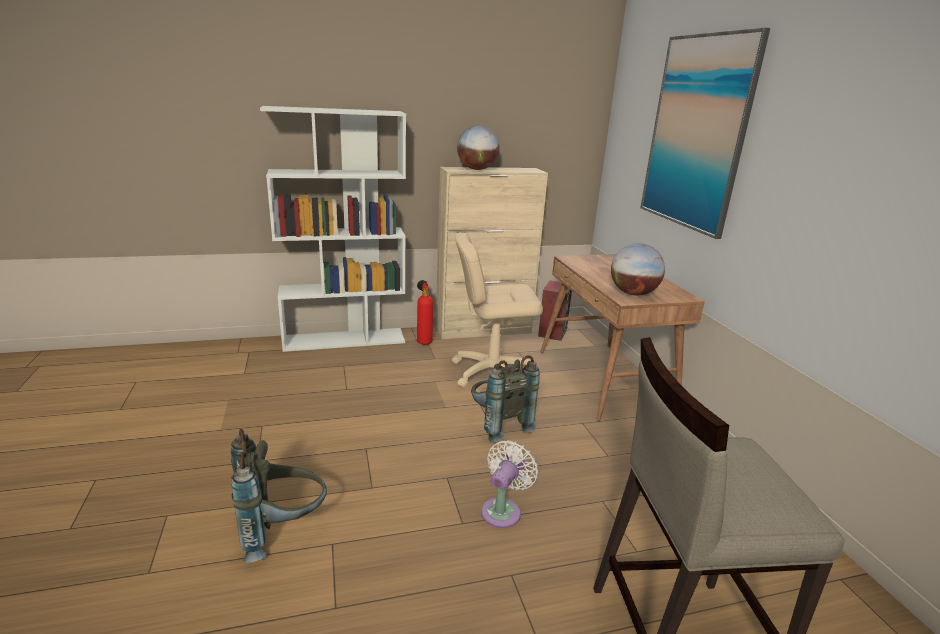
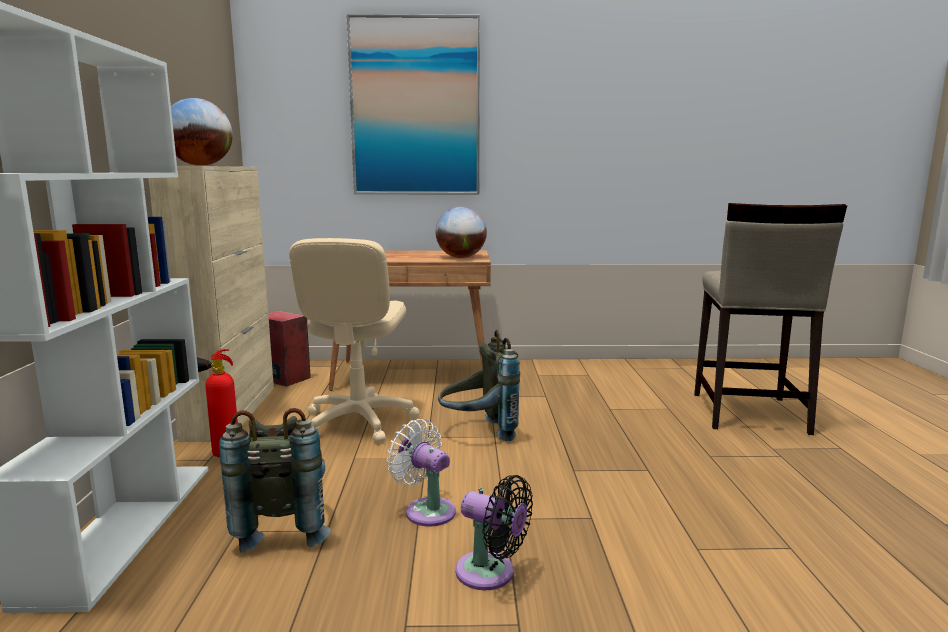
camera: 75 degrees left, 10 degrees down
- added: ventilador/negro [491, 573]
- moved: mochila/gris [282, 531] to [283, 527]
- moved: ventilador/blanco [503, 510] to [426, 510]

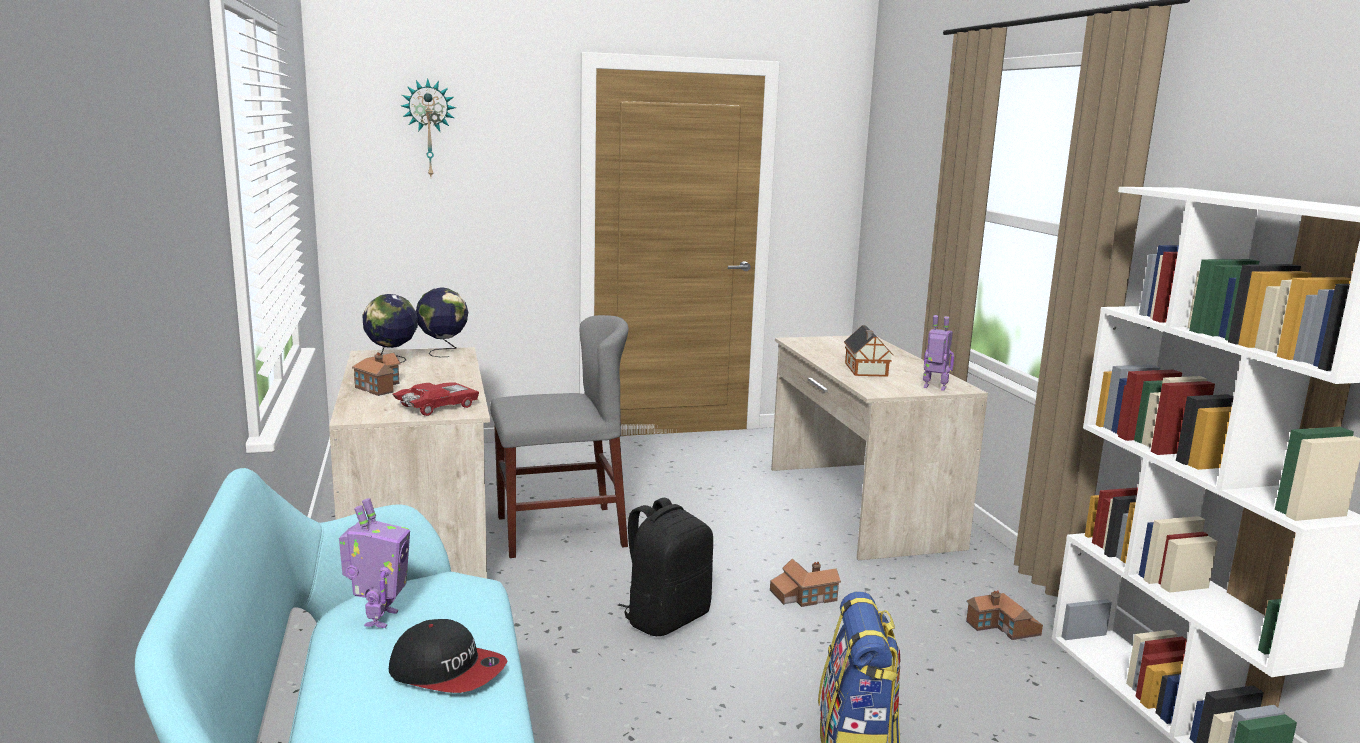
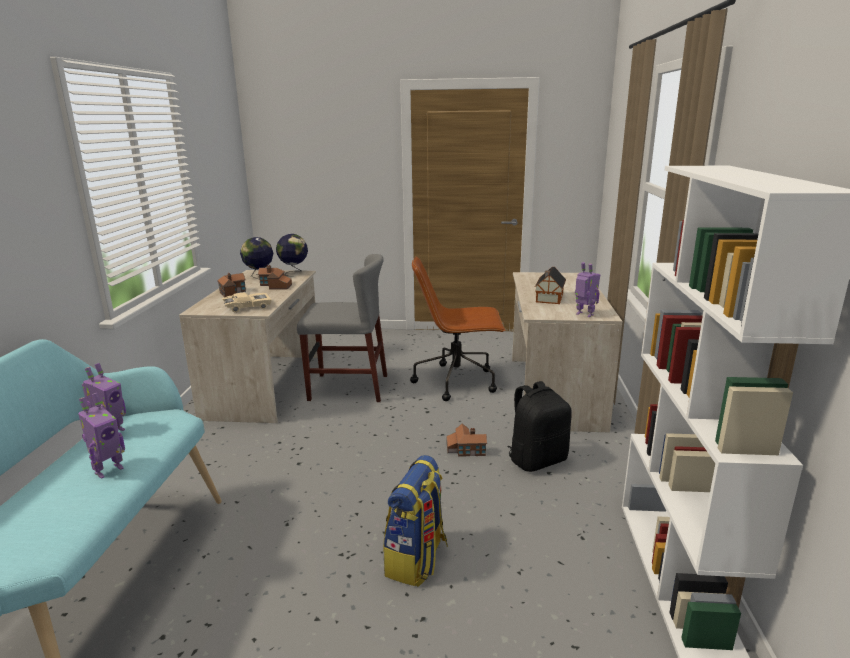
camera: 20 degrees right, 5 degrees up
- removed: reloj de pared [429, 129]
- added: silla de oficina/marrón [457, 381]
- moved: mochila/negro [666, 618] to [537, 460]
- moved: casita [1003, 628] to [275, 286]
- replaced: gorra [448, 671] to robot de juguete [108, 470]
- recoloured: coche de juguete/rojo [436, 406] to coche de juguete/beis [247, 307]

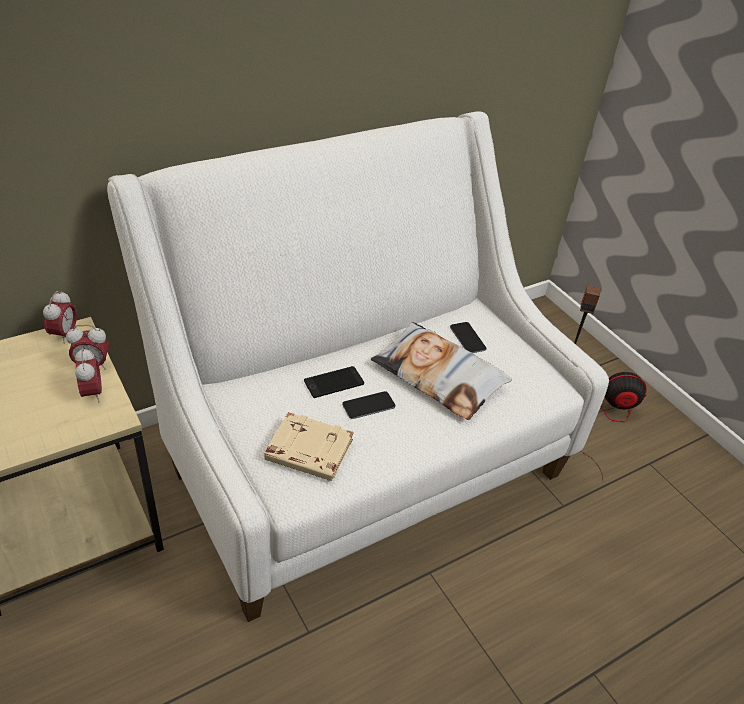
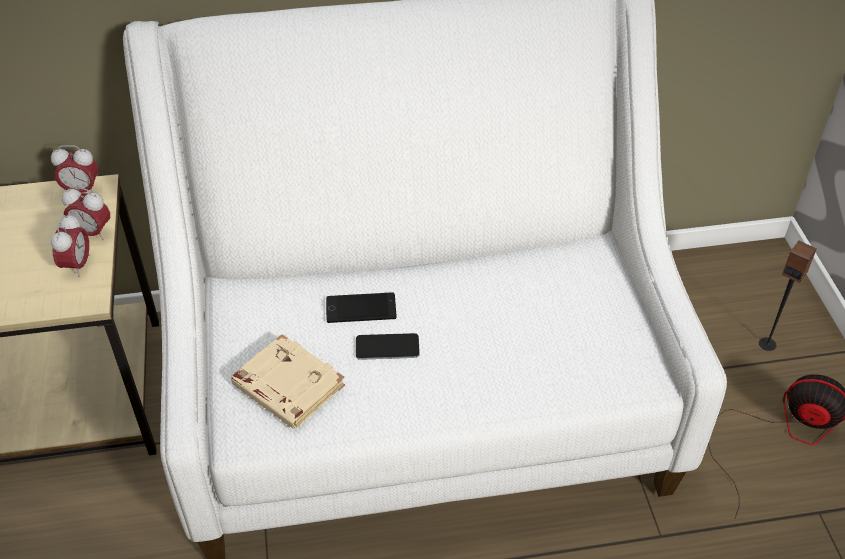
camera: 25 degrees right, 5 degrees up
- removed: cojín [439, 376]
- removed: móvil [467, 338]
- turned: despertador [64, 335] = [82, 191] 60 degrees clockwise

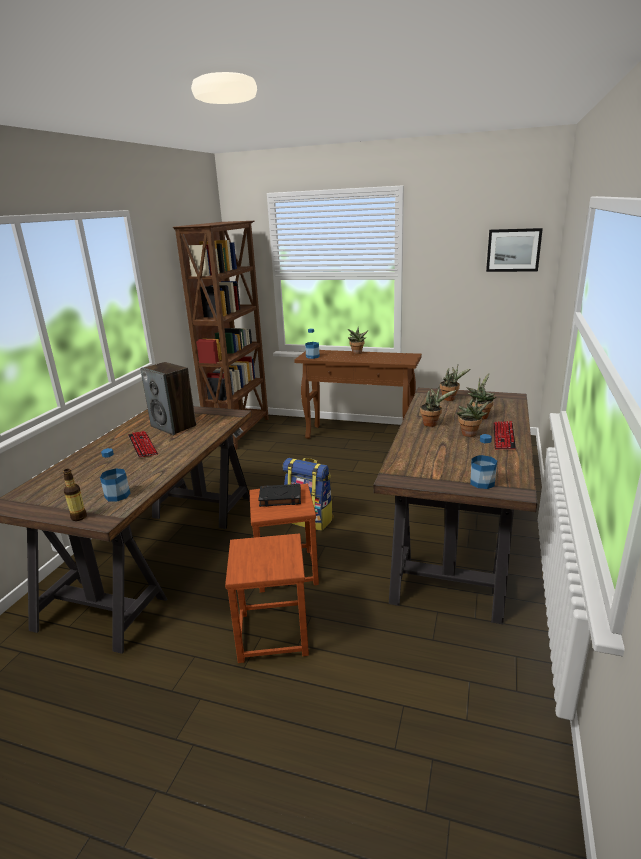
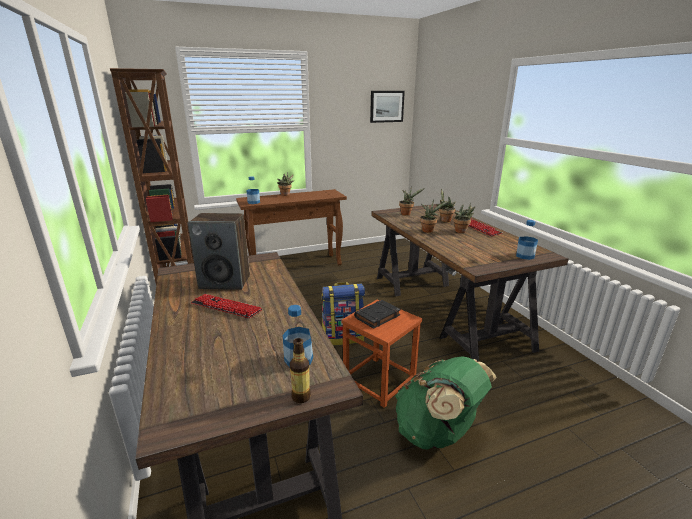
camera: 40 degrees left, 0 degrees up
- replaced: taburete/marrón [272, 634] to mochila/verde [437, 432]

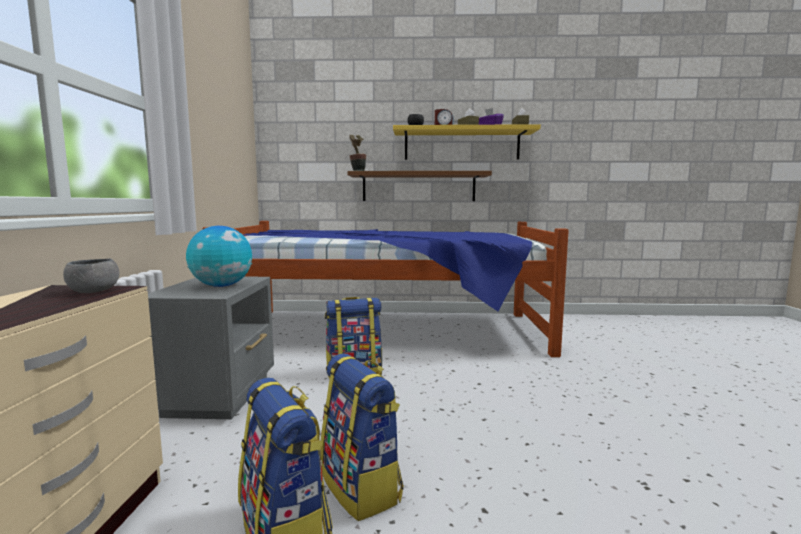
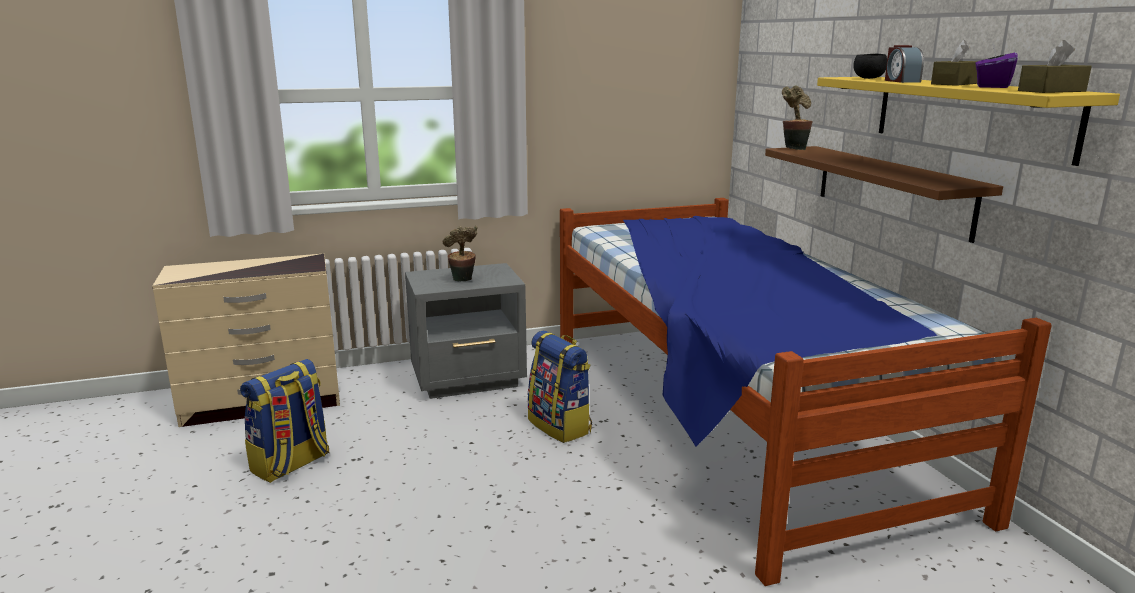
camera: 70 degrees right, 10 degrees up
- removed: cuenco/gris [93, 292]
- removed: mochila [362, 487]
- replaced: globo terráqueo [222, 286] to planta en maceta [463, 281]

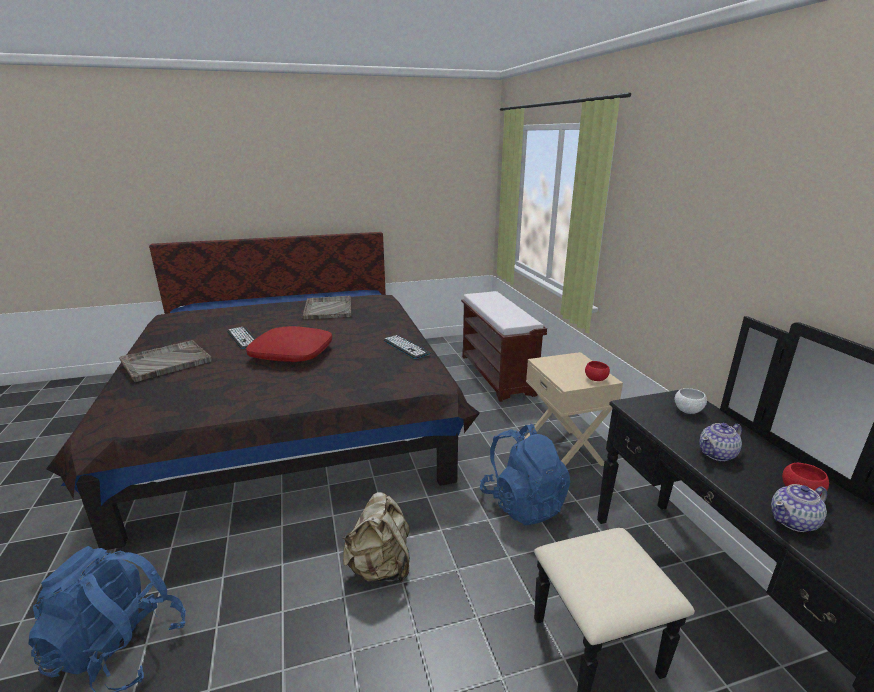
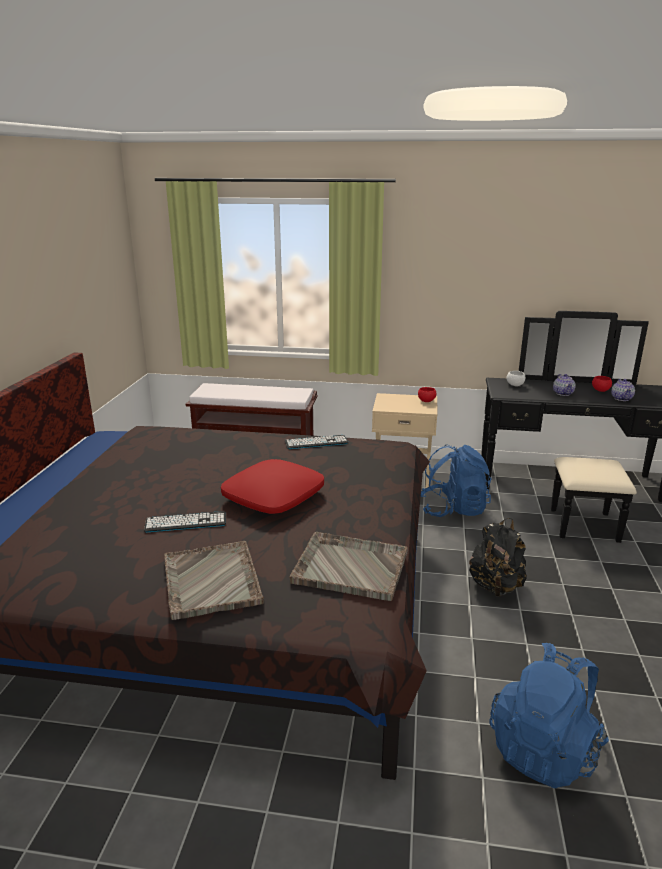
camera: 65 degrees left, 0 degrees up
- moved: bandeja/gris [328, 309] to [349, 567]
- recoloured: mochila/beis [380, 567] to mochila/negro [496, 586]

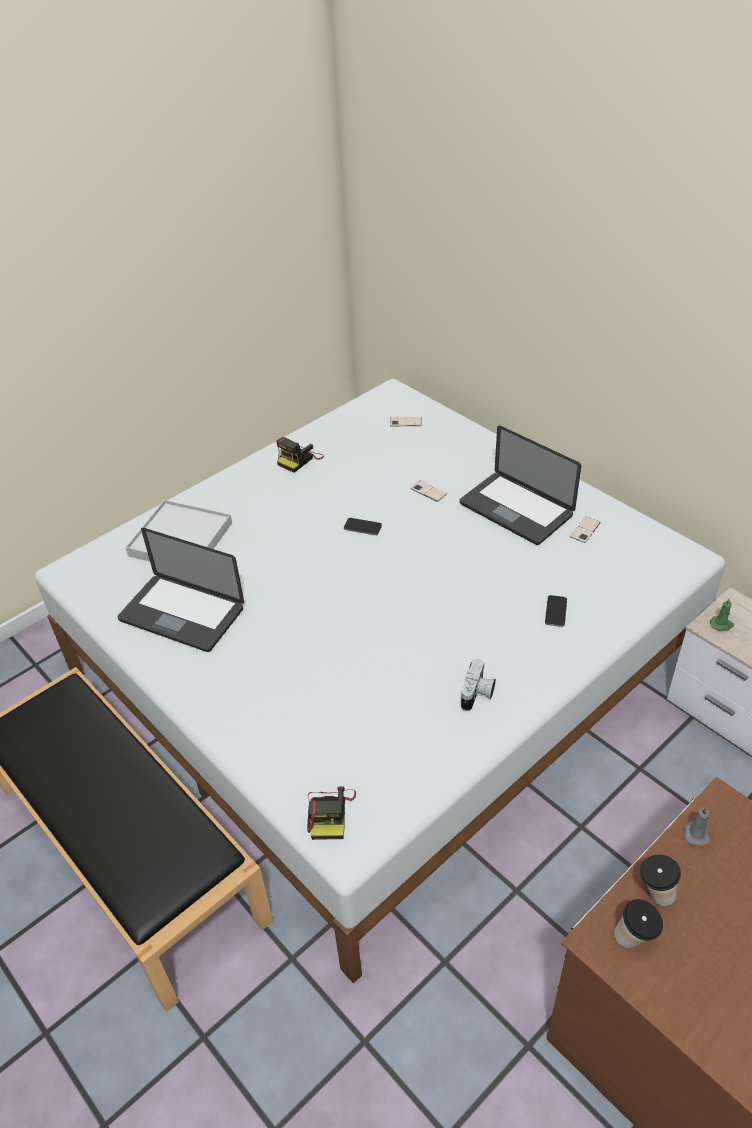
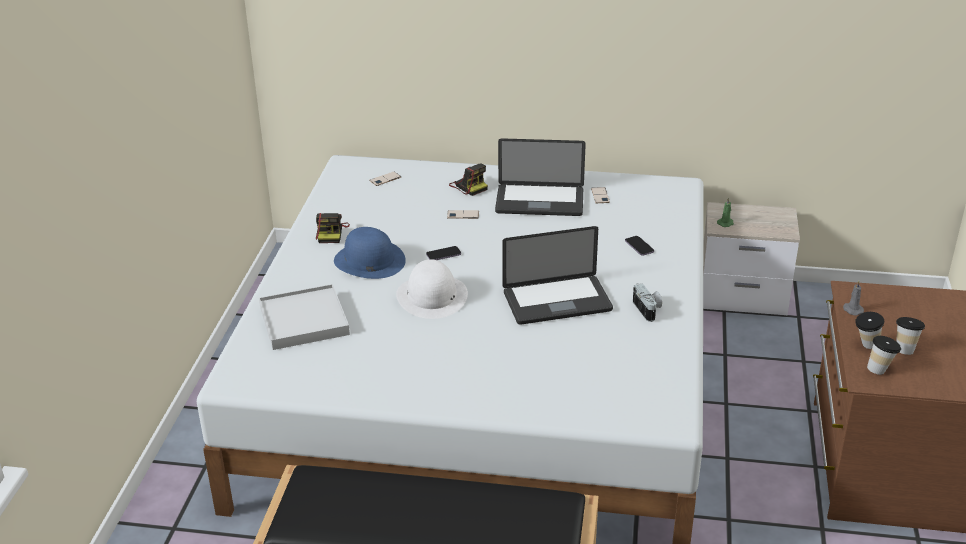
camera: 40 degrees left, 10 degrees down
- added: sombrero/azul [369, 260]
- added: sombrero/blanco [432, 296]
- added: taza [904, 349]
- moved: portátil [182, 614] to [557, 301]
- moved: cámara [330, 813] to [468, 186]

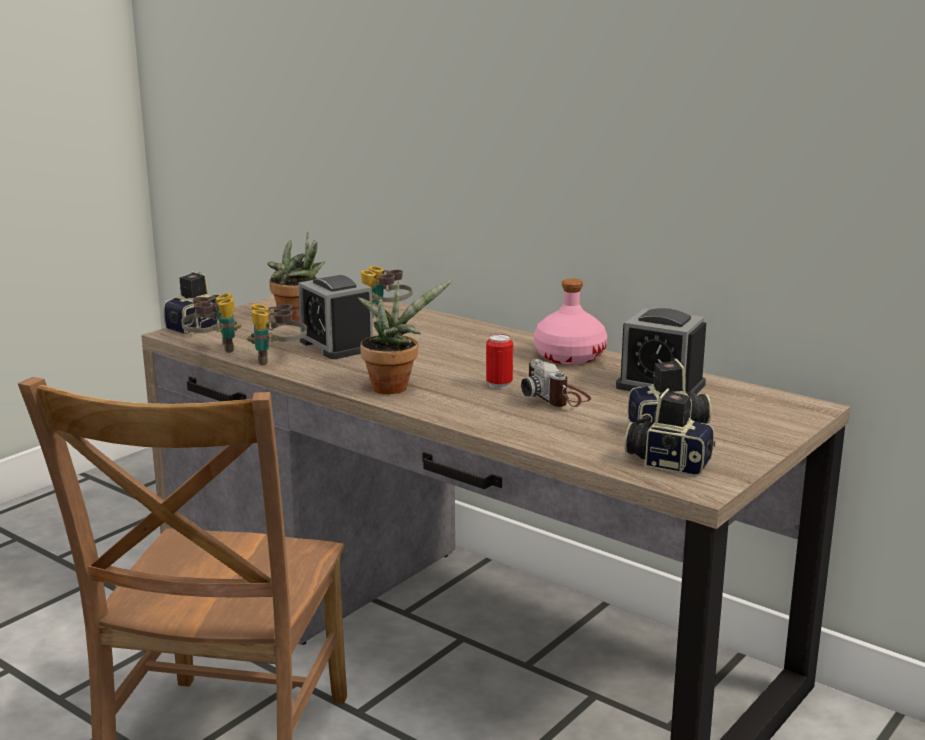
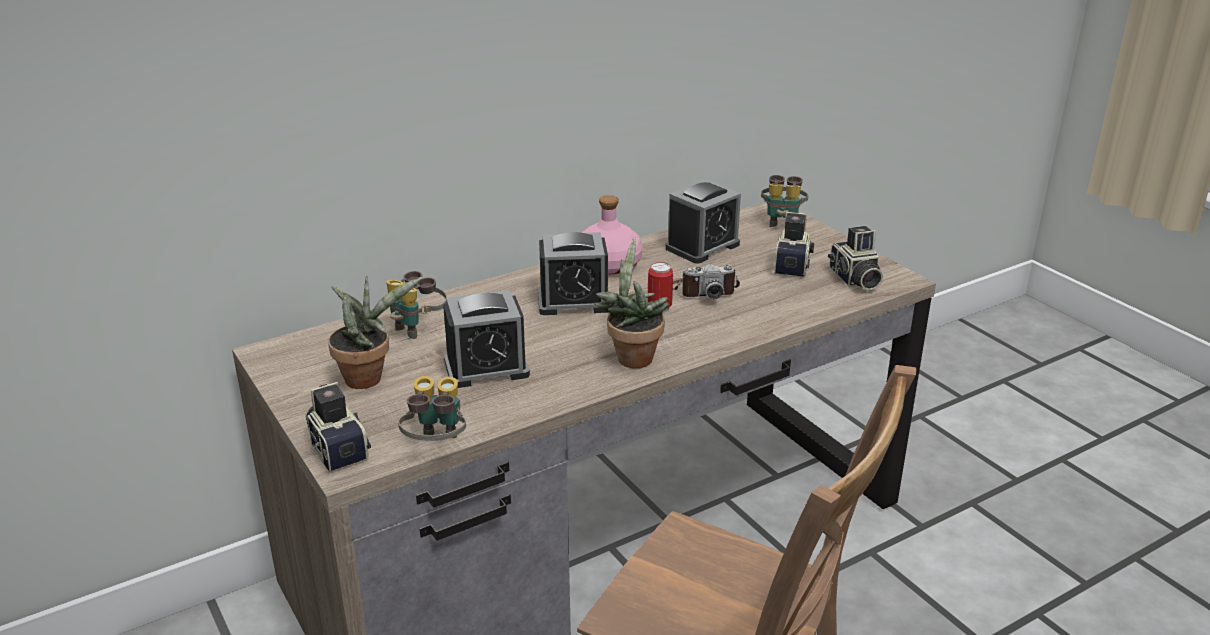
camera: 70 degrees left, 10 degrees up
- added: despertador [574, 301]
- moved: prismáticos [278, 359] to [782, 222]
- turned: cámara [668, 462] = [854, 279] 60 degrees counterclockwise

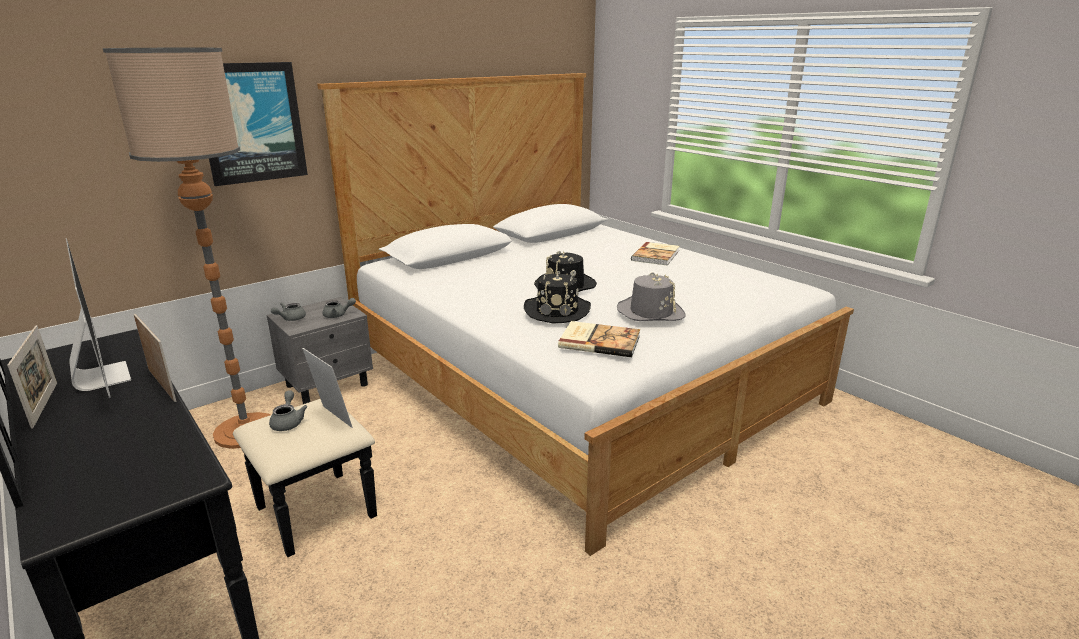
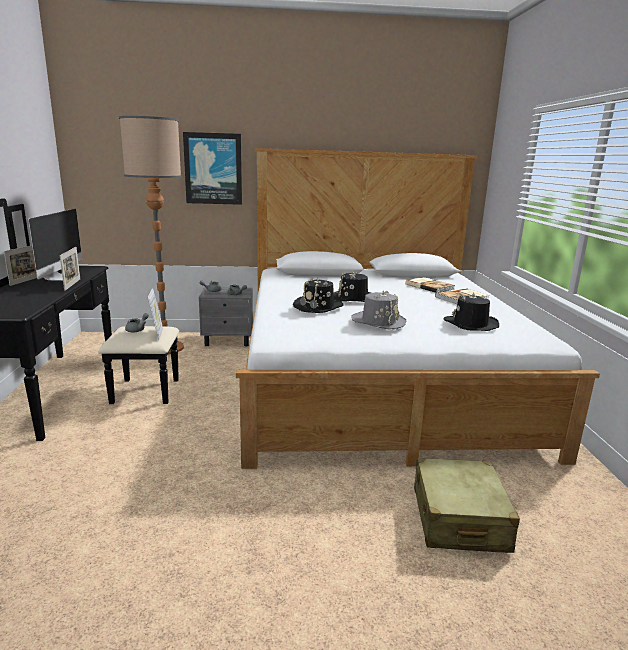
camera: 35 degrees right, 5 degrees down
- added: maleta/beis [458, 519]
- added: sombrero/negro [470, 324]
- moved: libro [599, 341] to [429, 286]

